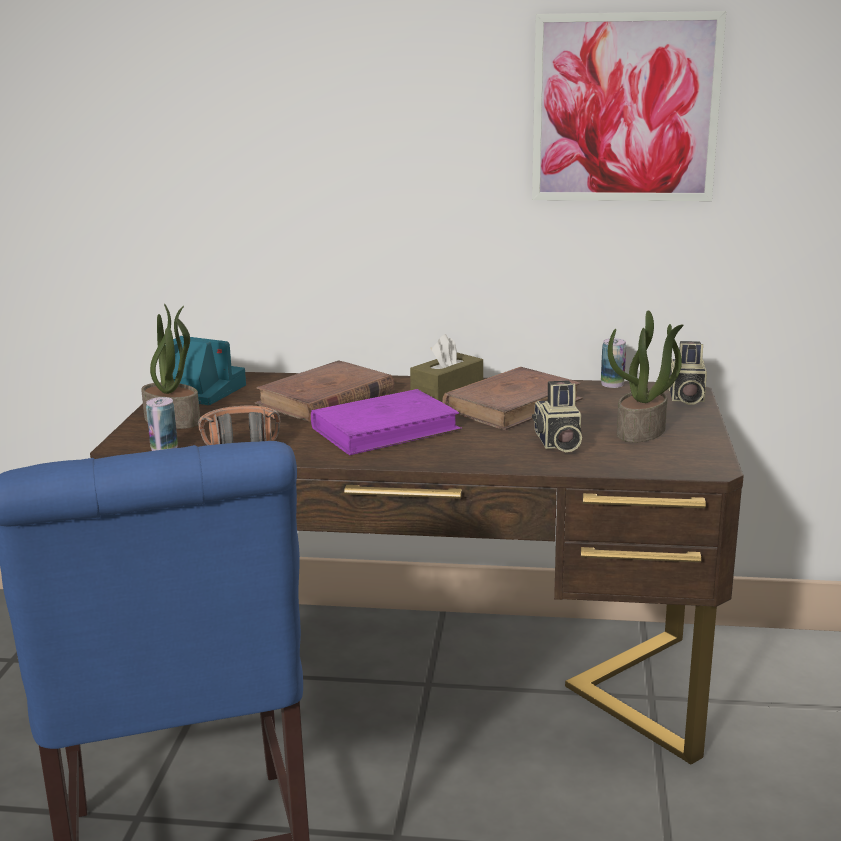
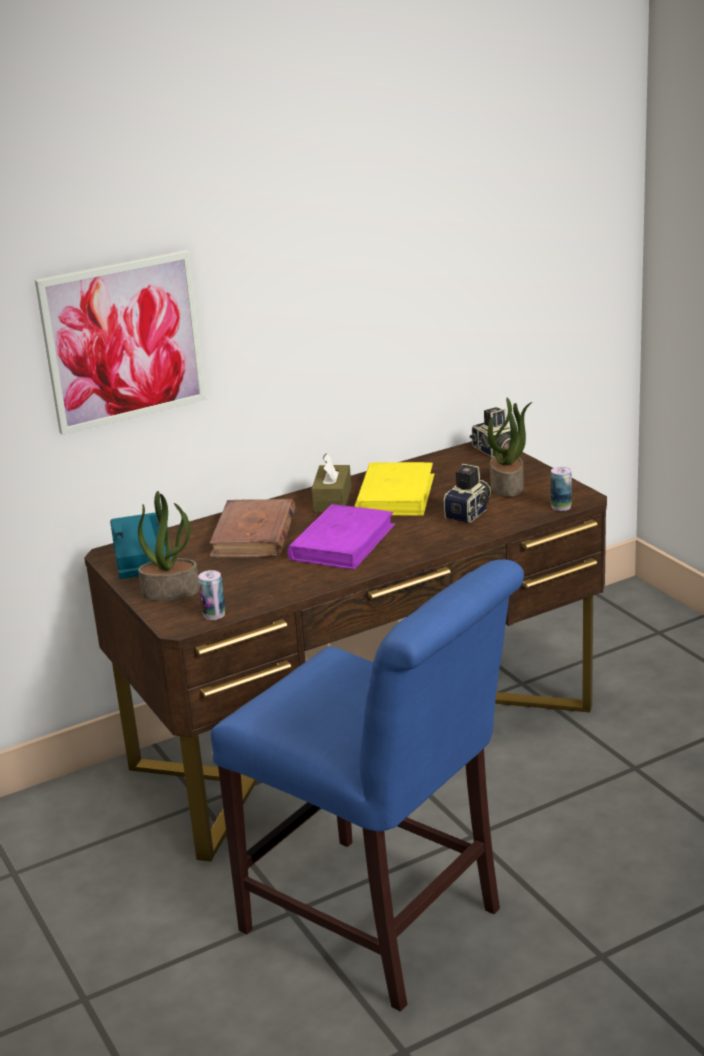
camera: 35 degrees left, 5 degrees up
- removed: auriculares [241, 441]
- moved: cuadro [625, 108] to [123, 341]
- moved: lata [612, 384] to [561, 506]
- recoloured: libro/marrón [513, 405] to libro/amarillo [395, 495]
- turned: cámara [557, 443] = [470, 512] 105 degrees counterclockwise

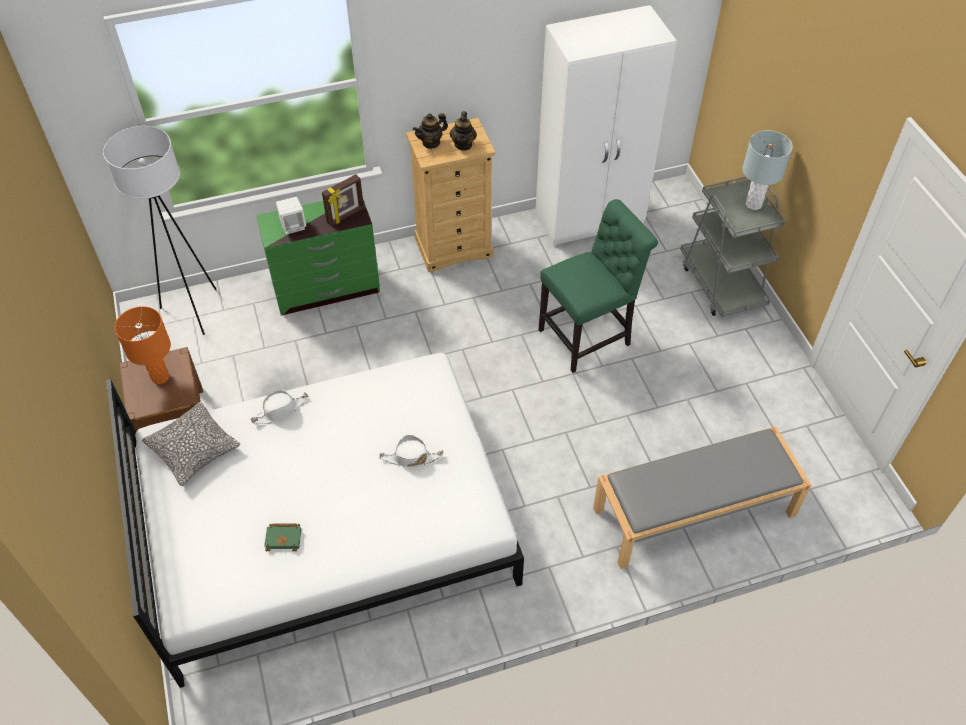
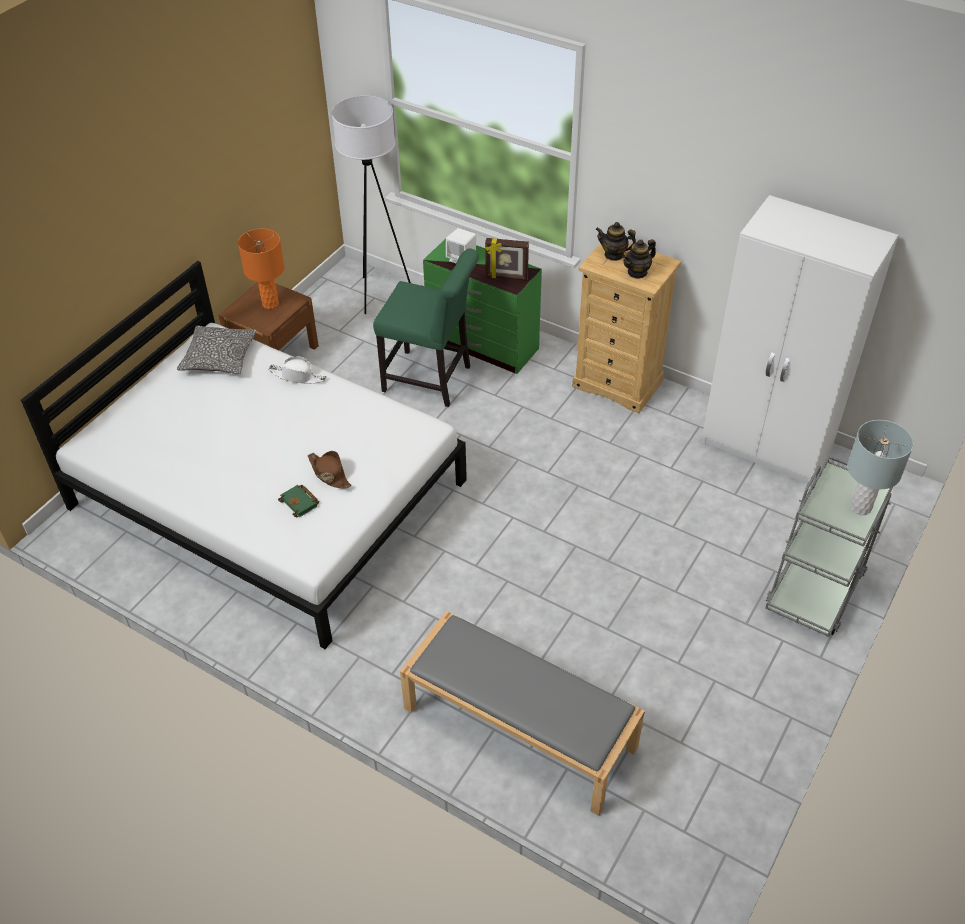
camera: 50 degrees right, 5 degrees down
- moved: libro/verde [284, 538] to [300, 503]
- moved: silla/verde [588, 336] to [431, 380]
- recoloured: sombrero/blanco [411, 457] to sombrero/marrón [329, 474]

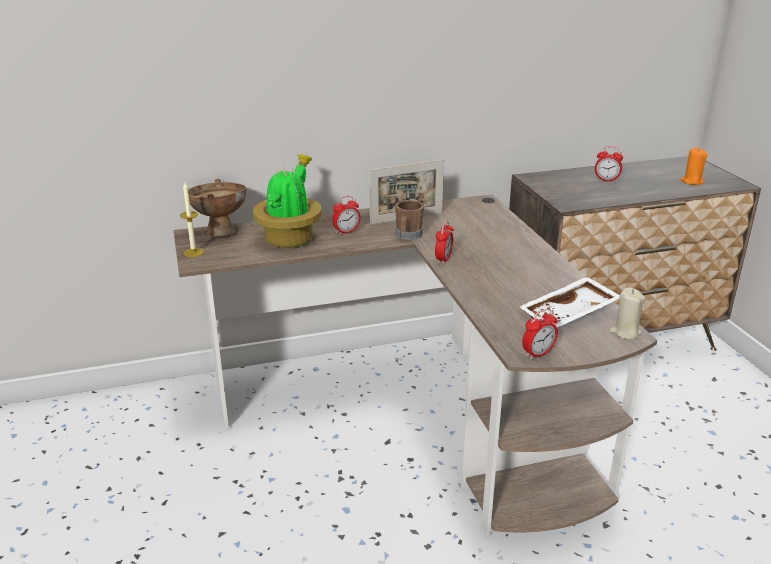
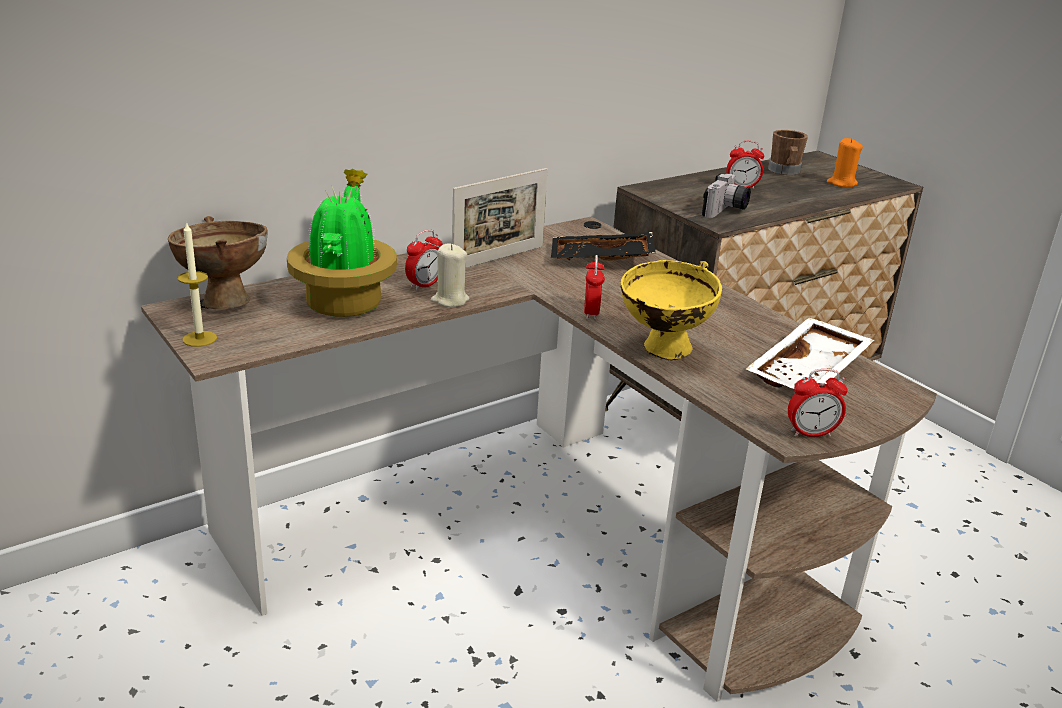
camera: 20 degrees left, 0 degrees up
- added: bandeja/negro [601, 260]
- added: cuenco/amarillo [661, 352]
- added: cámara [726, 211]
- moved: taza grande/marrón [408, 236] to [784, 171]
- moved: vela/beis [625, 332] to [450, 300]
- turned: despertador [538, 354] = [811, 433] 45 degrees clockwise

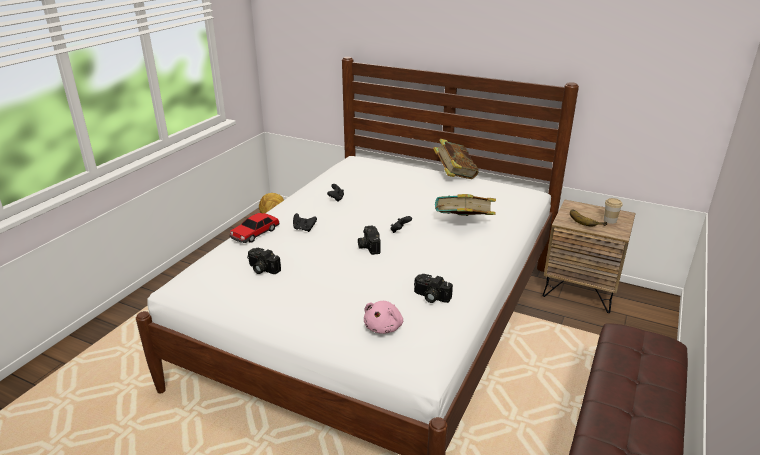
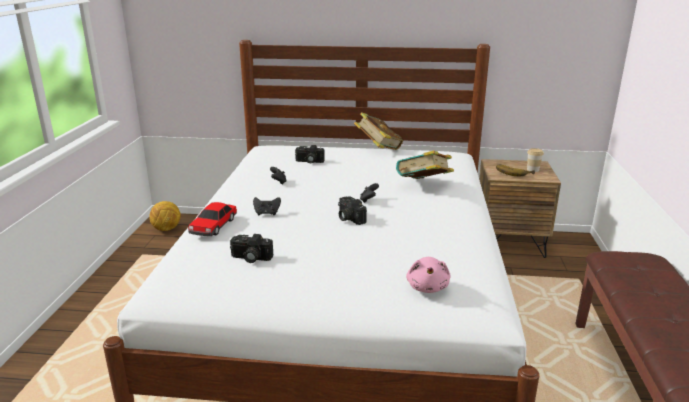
camera: 20 degrees left, 5 degrees down
- moved: cámara [430, 297] to [309, 161]

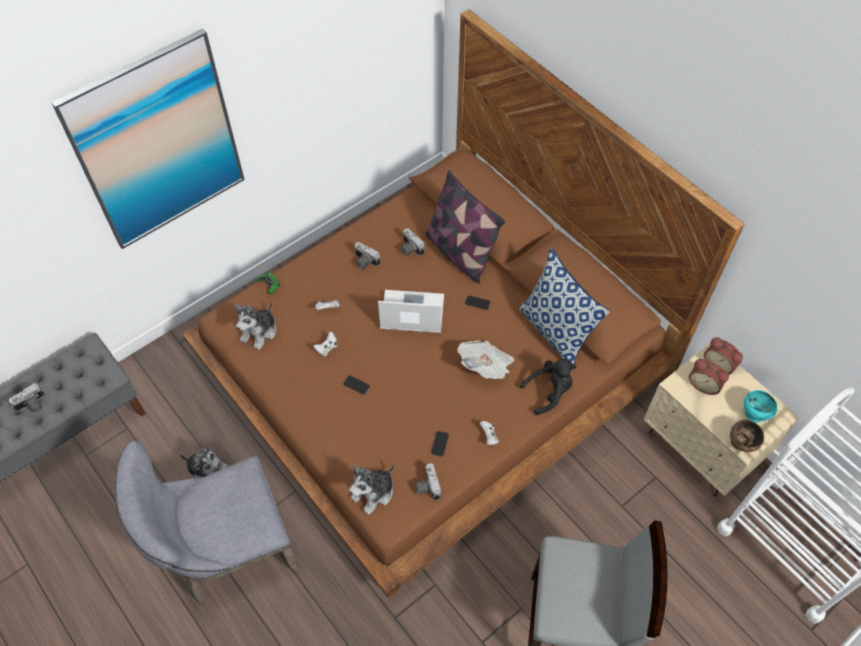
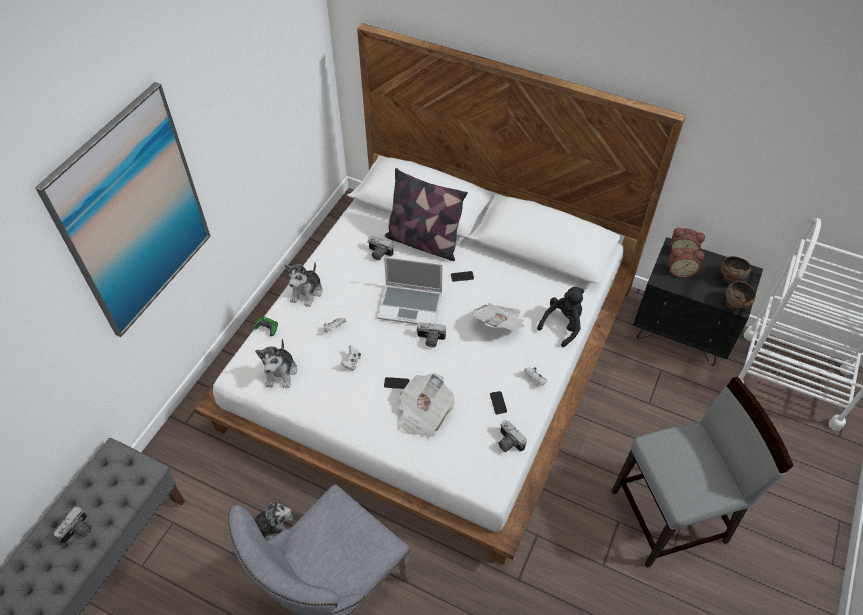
camera: 25 degrees left, 5 degrees down
- removed: cojín [556, 332]
- added: periódico [423, 414]
- moved: peluche [374, 493] to [307, 292]
- moved: cámara [364, 262] to [430, 340]
- recoloured: cama/marrón [430, 368] to cama/blanco [431, 355]
- recoloured: mesita de noche/beis [701, 448] to mesita de noche/negro [681, 333]
- recoloured: cuenco/turquesa [753, 414] to cuenco/marrón [729, 279]
- turned: portátil [411, 314] = [411, 305] 150 degrees counterclockwise

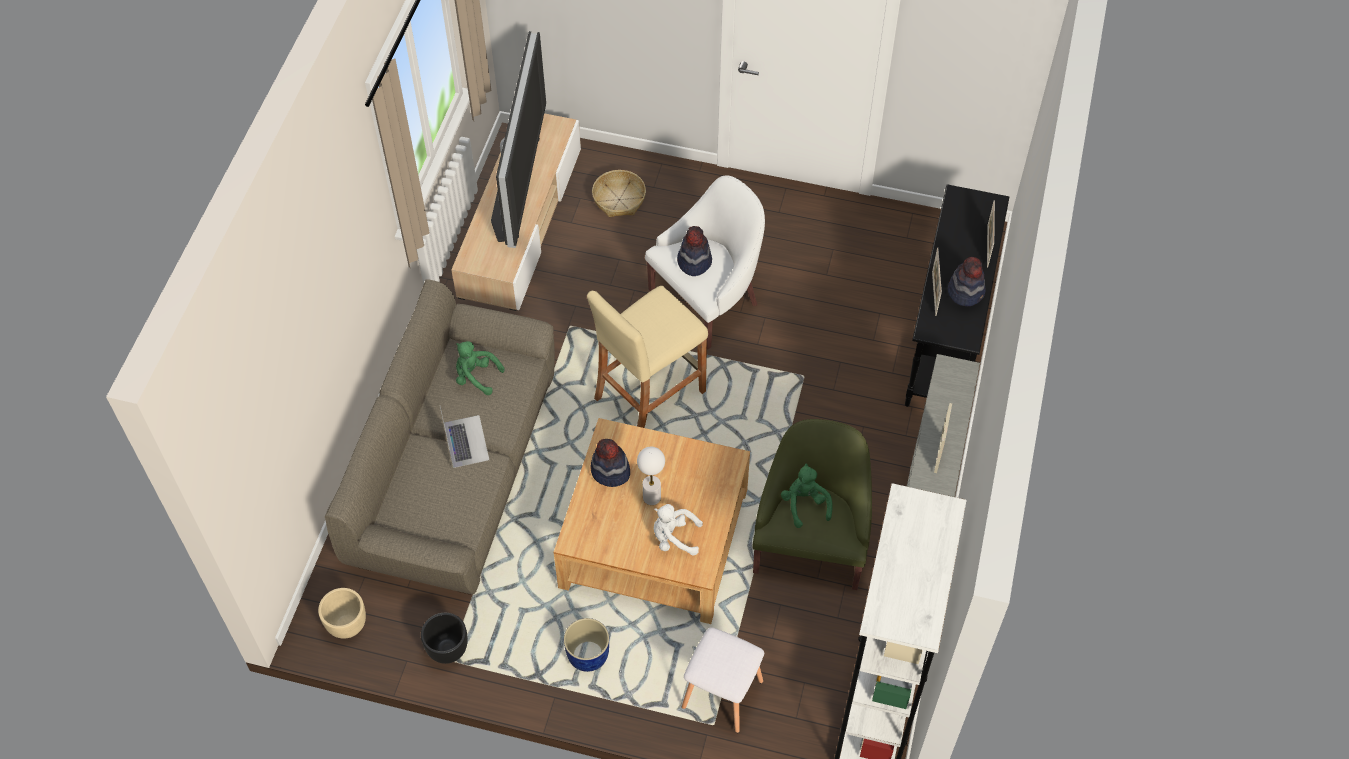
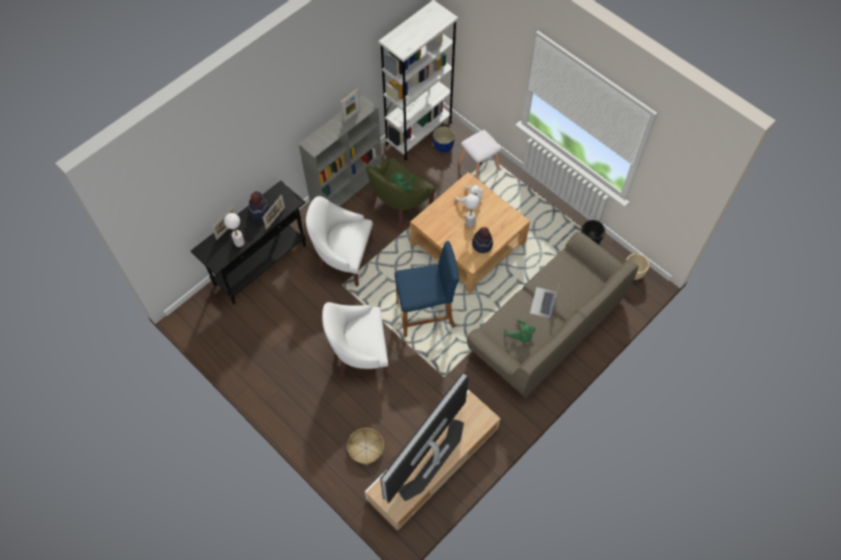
camera: 150 degrees left, 5 degrees up
- removed: sombrero [694, 261]
- added: lámpara de mesa/blanco [239, 242]
- added: sillón/blanco [343, 258]
- moved: maceta/azul [587, 655] to [443, 146]
- recoloured: taburete/beis [649, 394] to taburete/azul [425, 315]

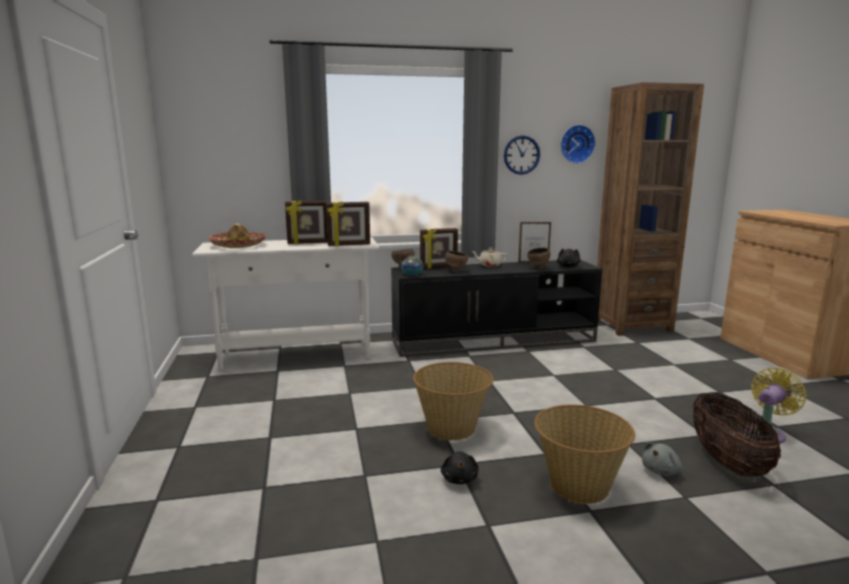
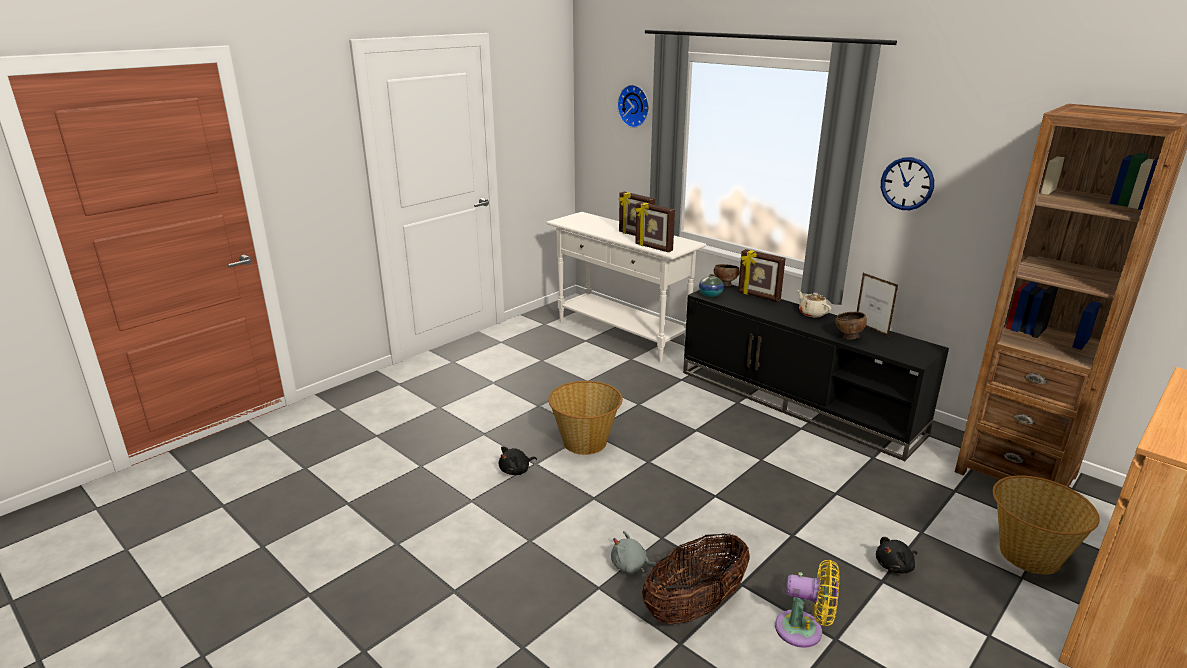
camera: 55 degrees right, 10 degrees up
- removed: sombrero [238, 245]
- removed: cuenco/marrón [456, 271]
- moved: cesta [578, 486] to [1028, 554]
- moved: peluche/negro [568, 266] to [895, 566]
- moved: reloj de pared [576, 144] to [635, 106]

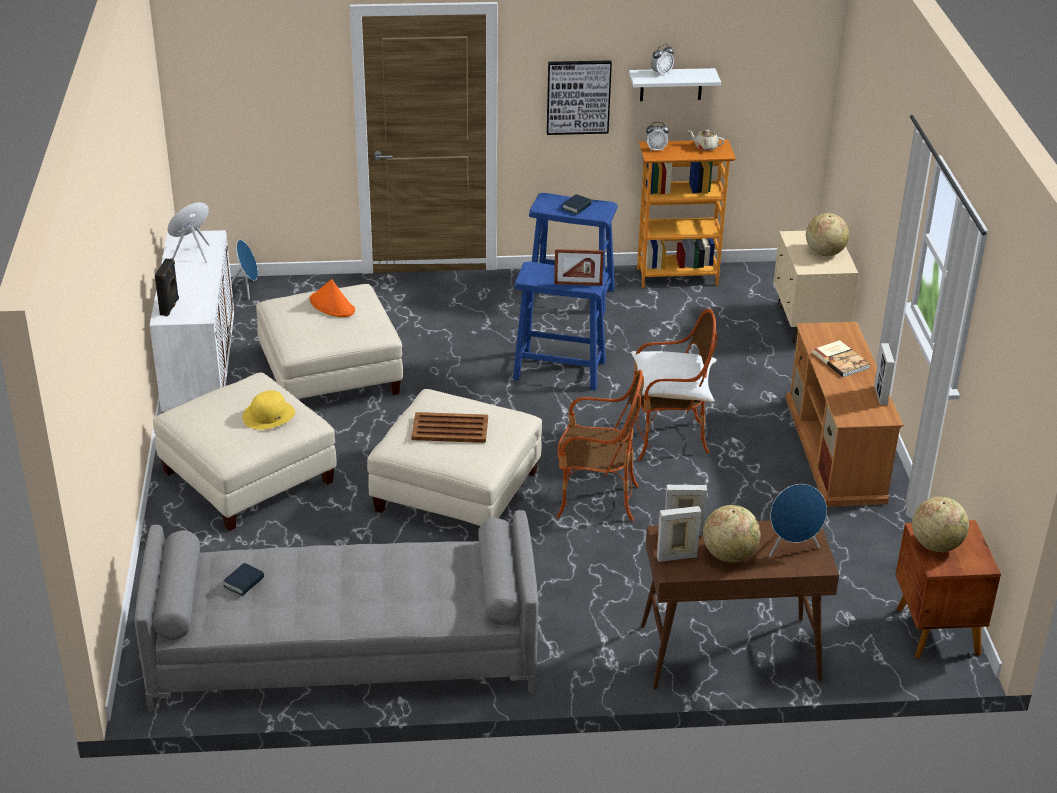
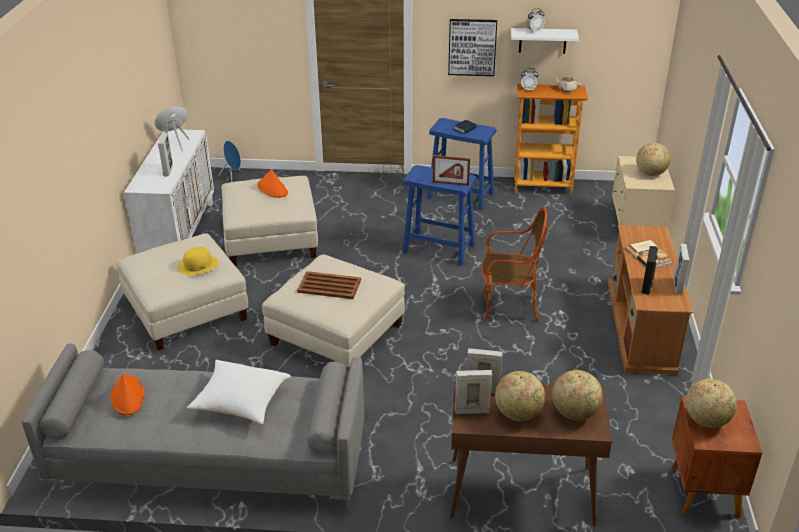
camera: 10 degrees right, 0 degrees up
- removed: sillón [596, 500]
- added: portarretratos [168, 170]
- moved: altavoz/negro [170, 307] to [647, 286]
- moved: cojín/blanco [670, 391] to [240, 403]
- replaced: libro [244, 582] to sombrero/naranja [128, 396]
- replaced: altavoz/azul [792, 548] to globo terráqueo [575, 412]

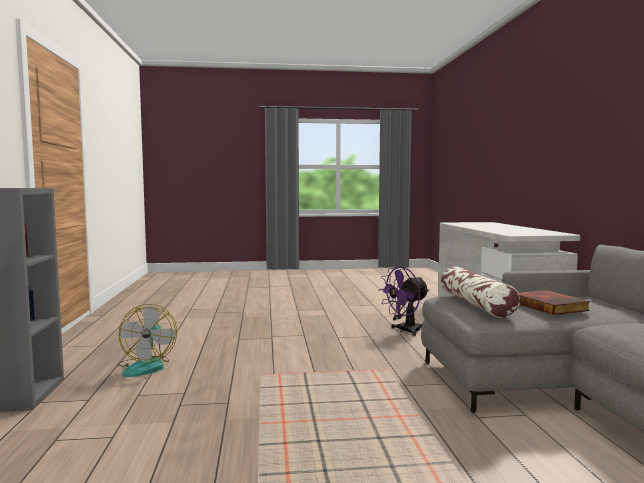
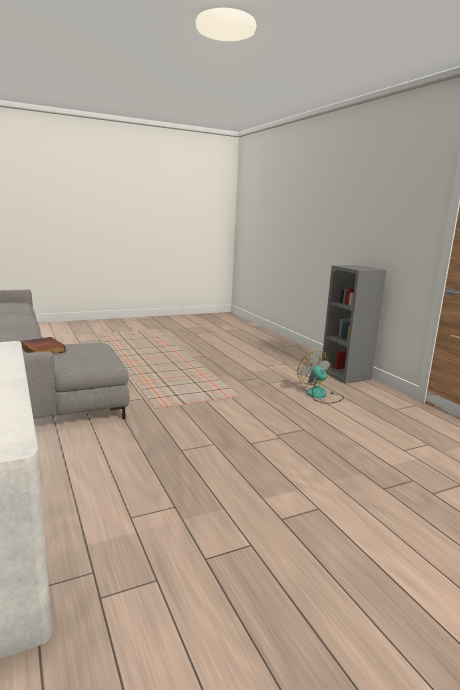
camera: 160 degrees right, 10 degrees up
- removed: ventilador/morado [405, 331]
- removed: cojín [476, 304]

